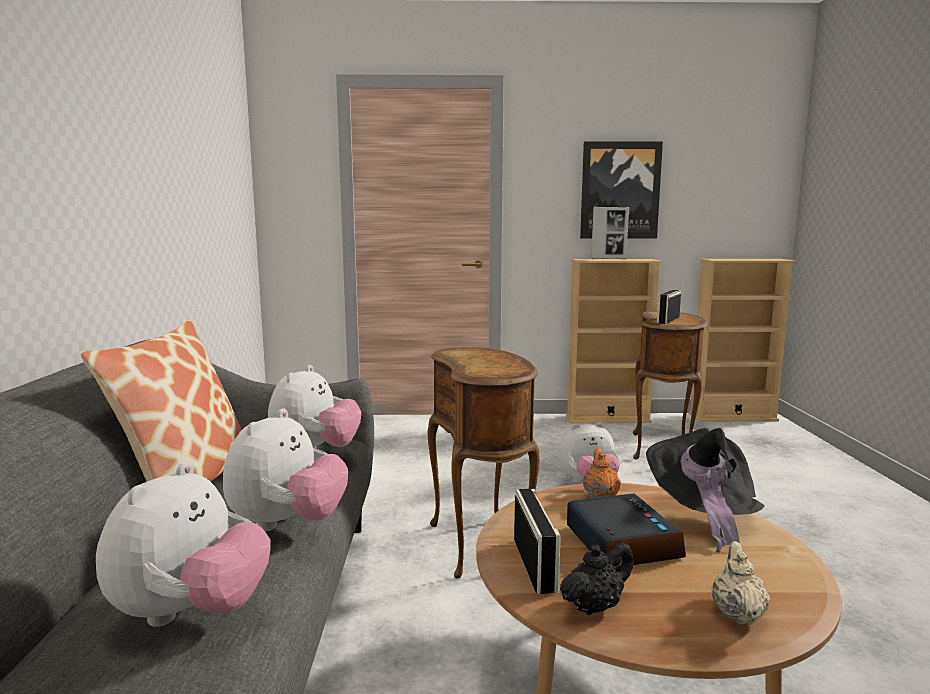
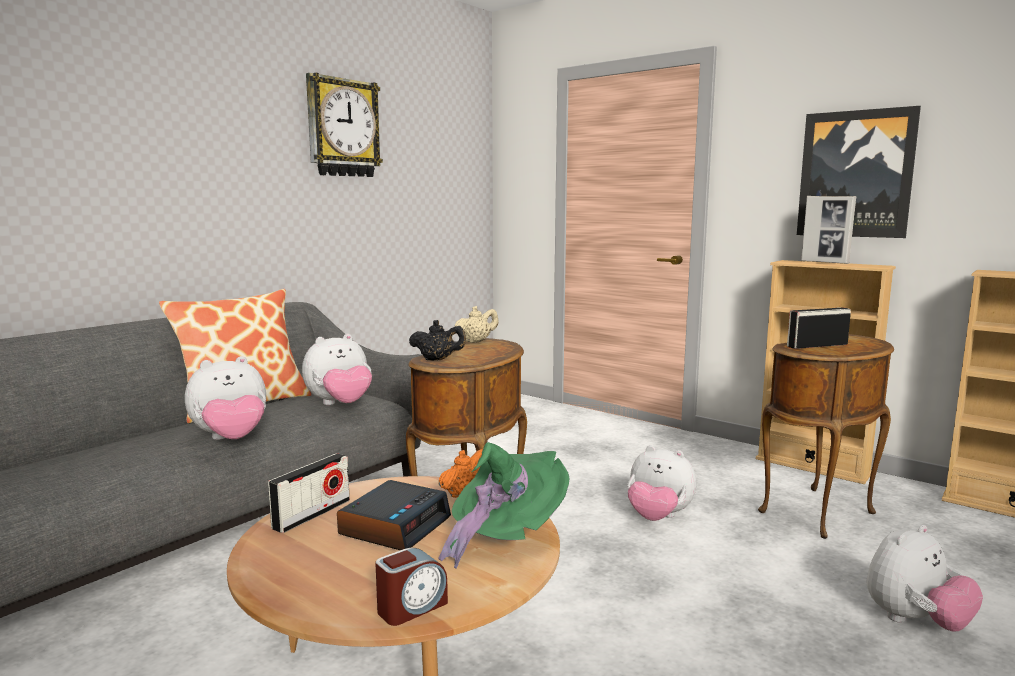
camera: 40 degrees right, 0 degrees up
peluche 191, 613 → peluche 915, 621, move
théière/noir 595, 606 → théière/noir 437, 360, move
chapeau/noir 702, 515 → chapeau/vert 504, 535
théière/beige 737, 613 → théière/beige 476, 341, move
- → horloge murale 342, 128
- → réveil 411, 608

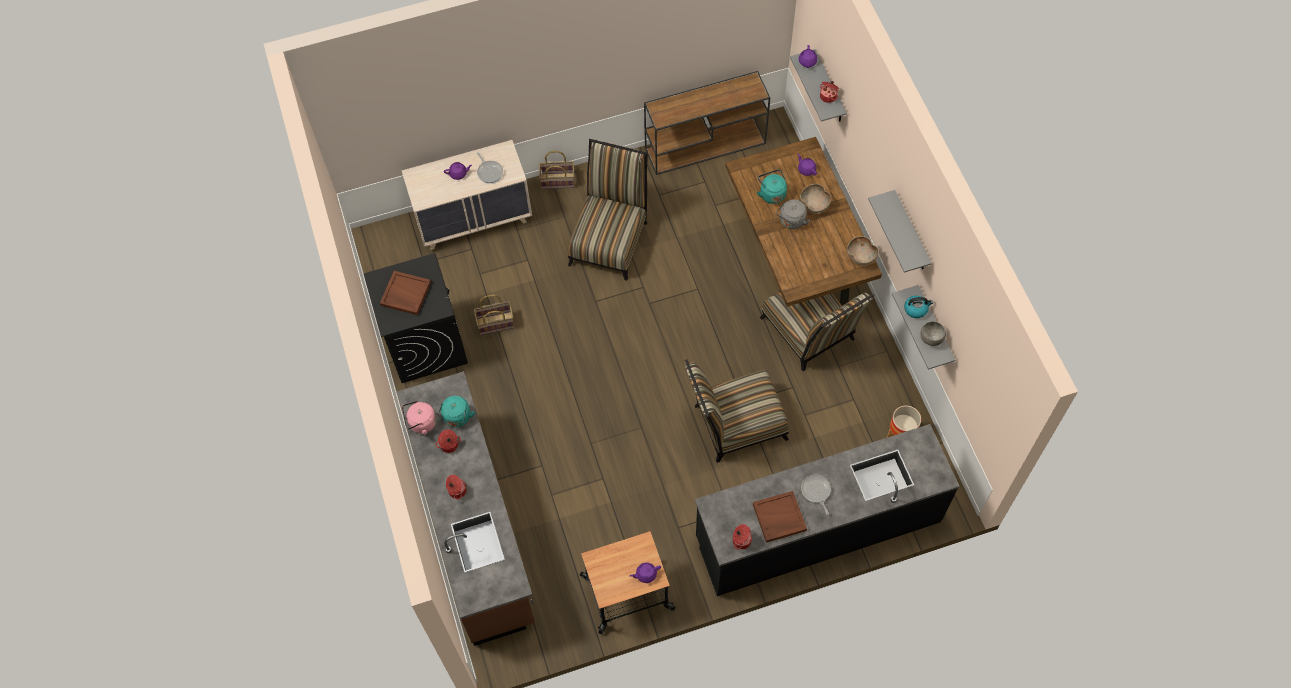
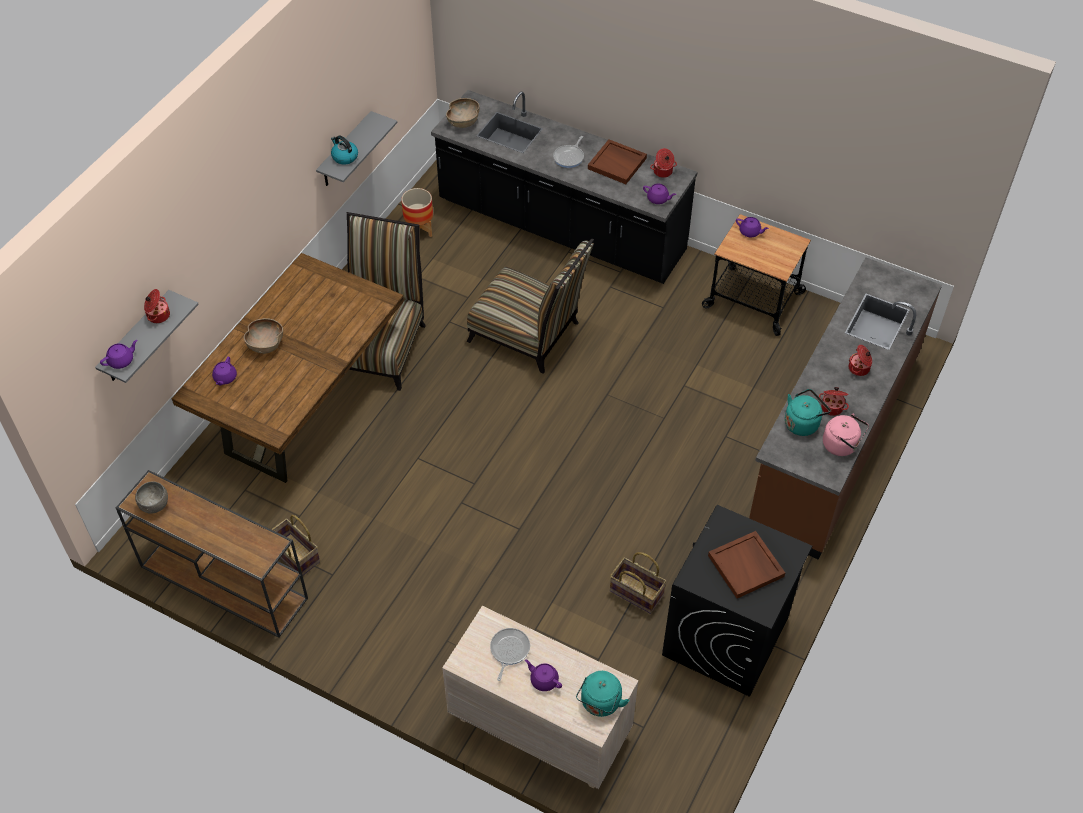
camera: 135 degrees left, 10 degrees down
panier 558, 180 → panier 294, 556, move
chaise 610, 238 → -
bouilloire/turquoise 771, 193 → bouilloire/turquoise 600, 704, move
bouilloire/gris 791, 222 → -
bol/marron 860, 257 → bol/marron 463, 122, move
étagère/gris 911, 233 → -
bol/gris 931, 338 → bol/gris 154, 505, move
- → théière/violet 658, 199

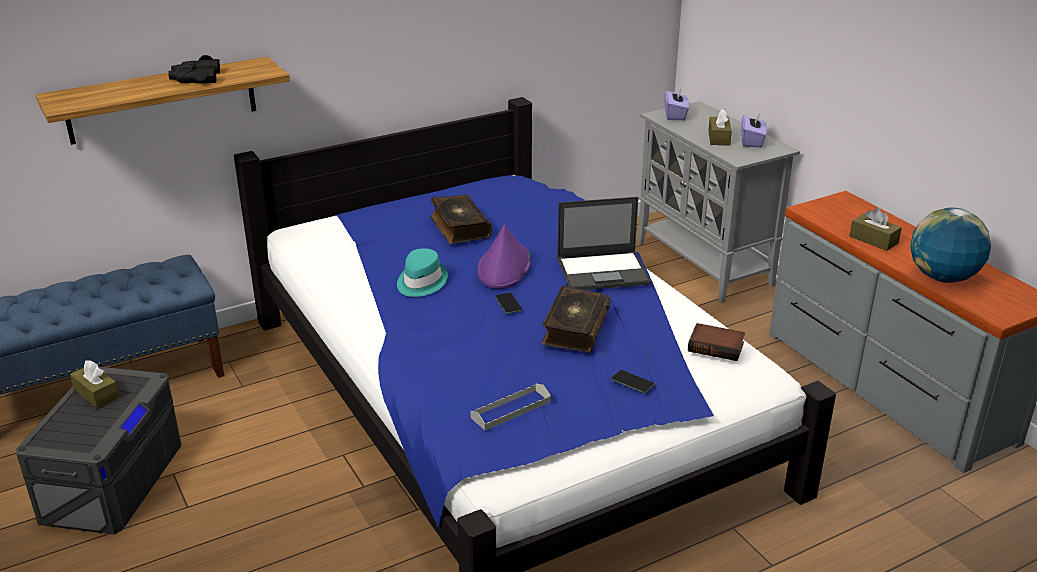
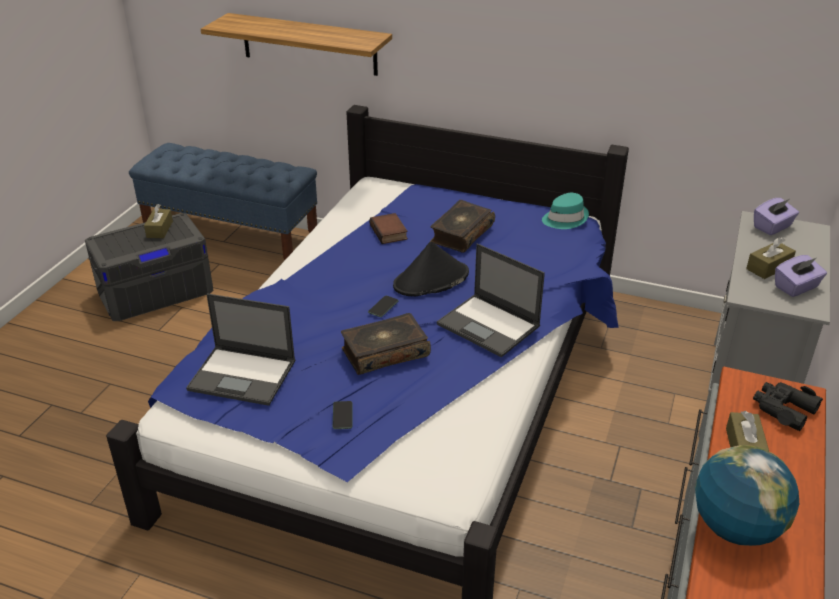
camera: 50 degrees right, 5 degrees up
jumelles/noir 195, 78 → jumelles/noir 783, 409, move
chapeau/turquoise 421, 282 → chapeau/turquoise 564, 219, move
plateau/gris 511, 409 → ordinateur portable 243, 375
chapeau/violet 504, 267 → chapeau/noir 431, 280
livre 717, 346 → livre 390, 232, move

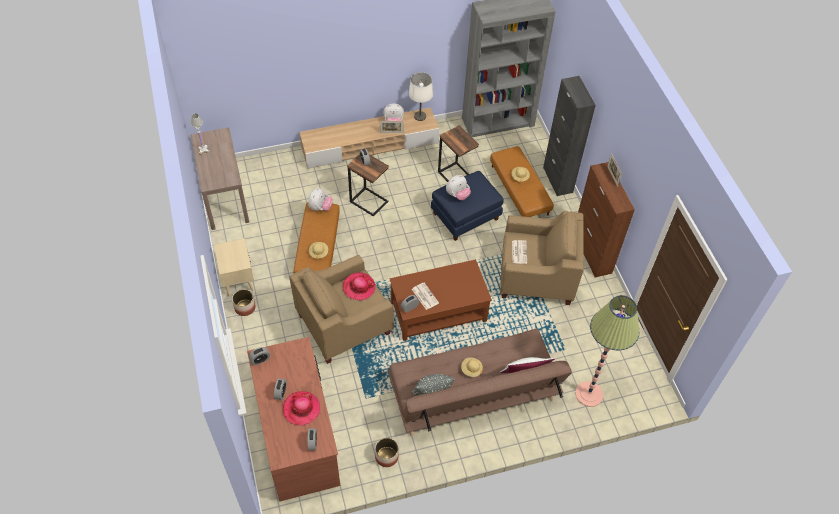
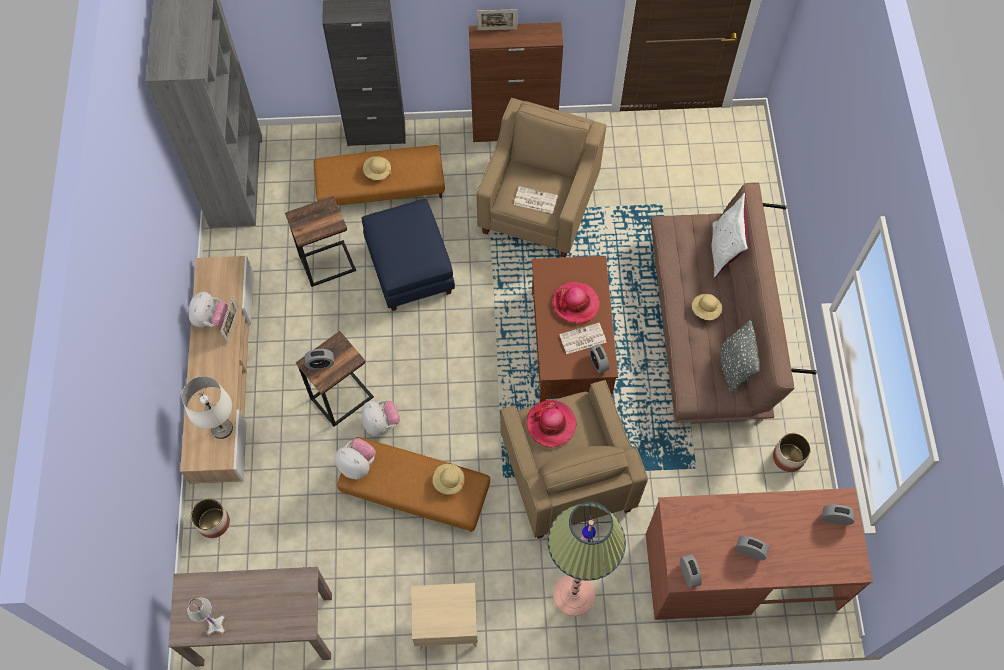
camera: 75 degrees left, 10 degrees up
cache-pot 245, 307 → cache-pot 213, 523, move
chapeau 301, 409 → chapeau 575, 303, move
lampe de table/blanc 420, 116 → lampe de table/blanc 221, 428, move
peluche 457, 195 → peluche 381, 423, move
lampadaire 589, 394 → lampadaire 574, 595, move

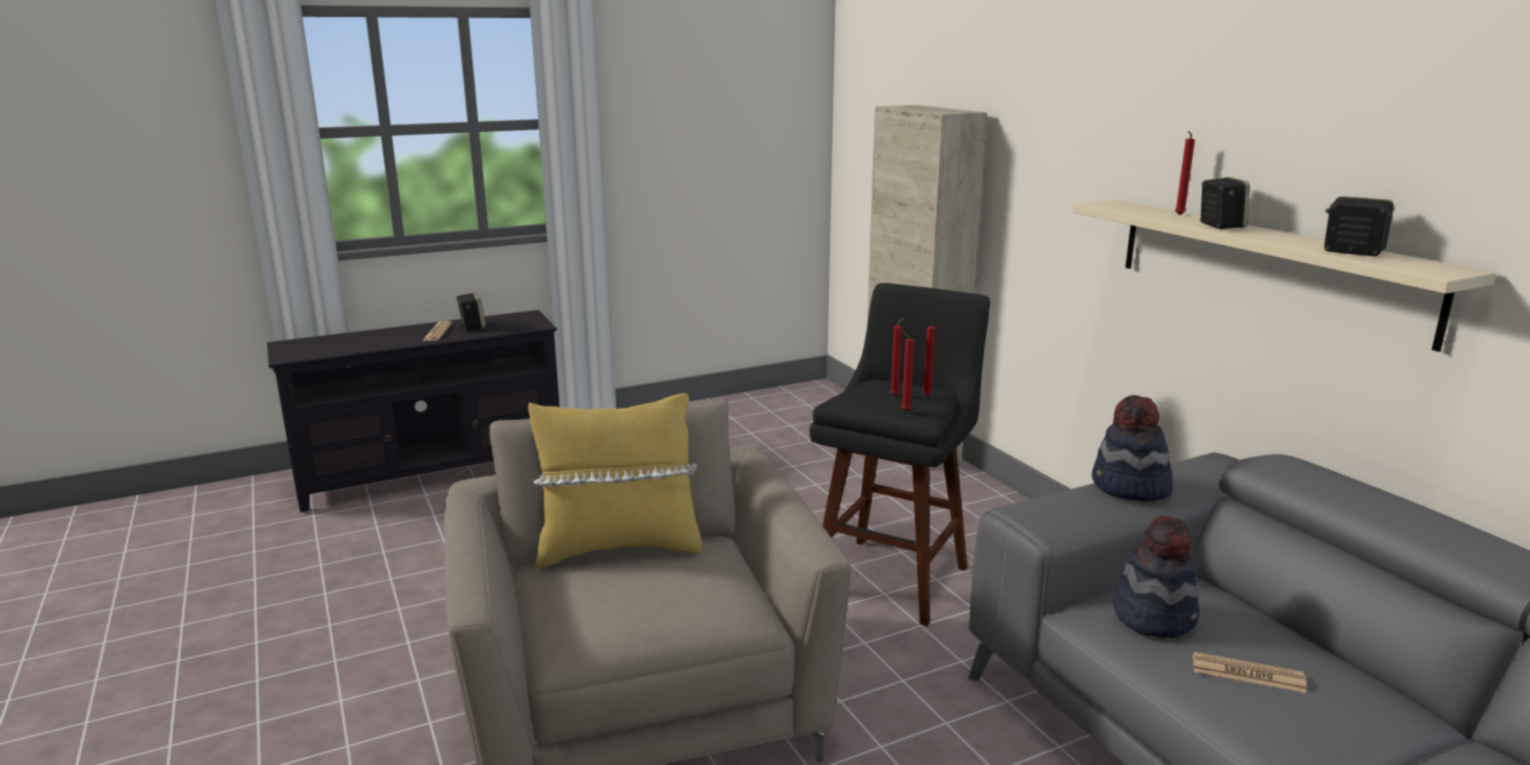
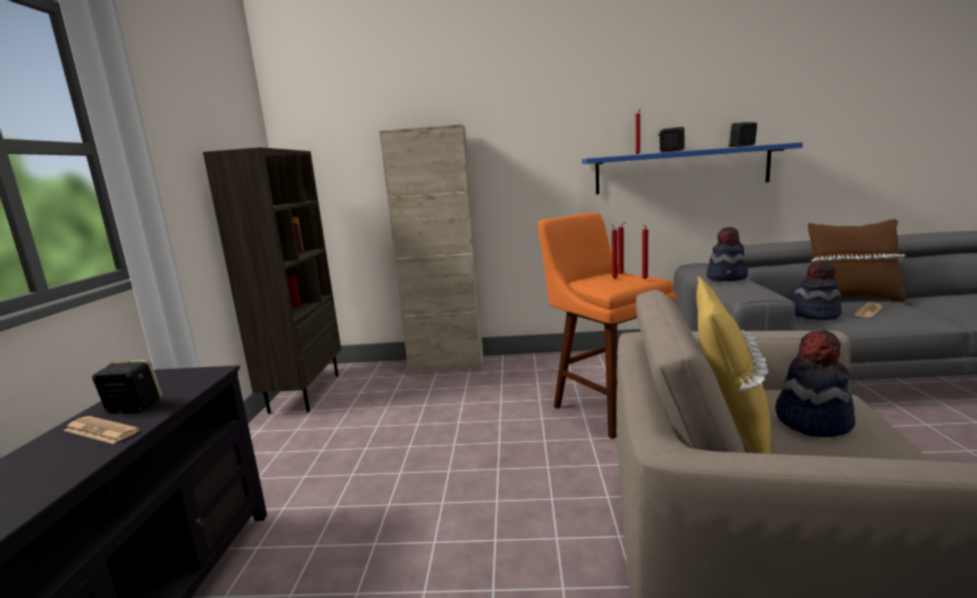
camera: 60 degrees left, 5 degrees down
tabouret/noir 894, 574 → tabouret/orange 605, 406
étagère/beige 1266, 266 → étagère/bleu 681, 170
- → bibliothèque/marron 304, 393
- → chapeau 812, 420
- → coussin/marron 850, 299

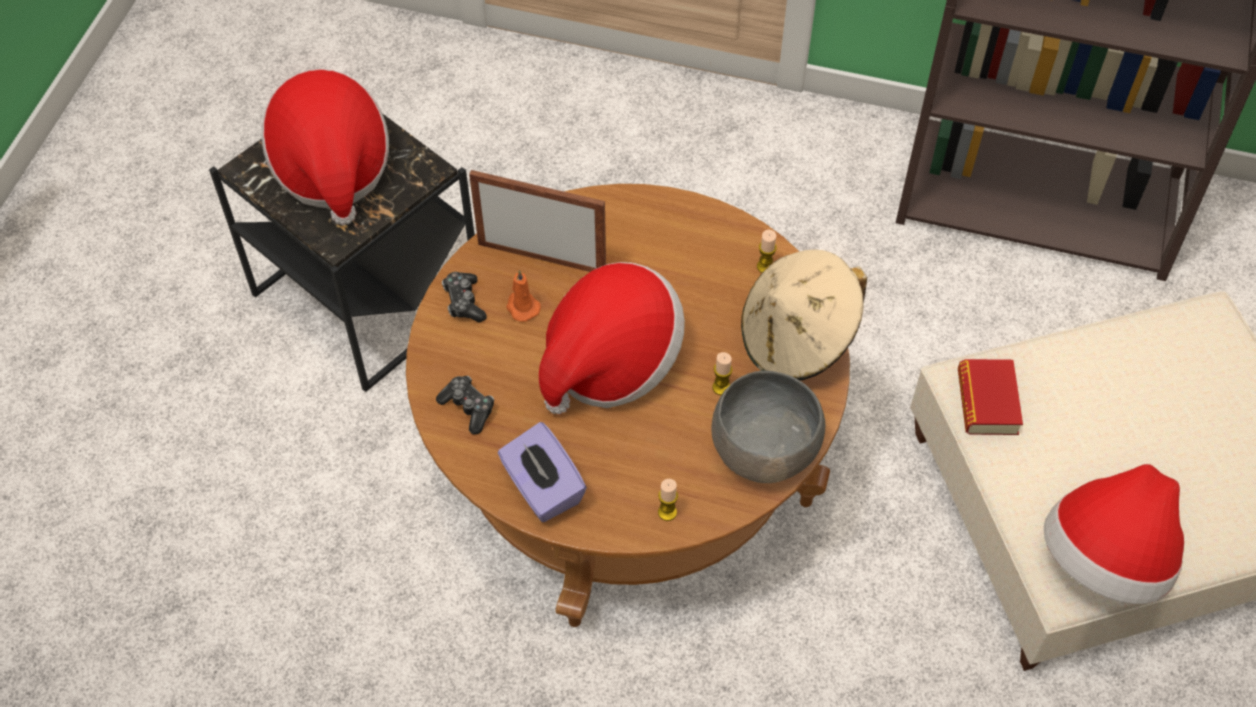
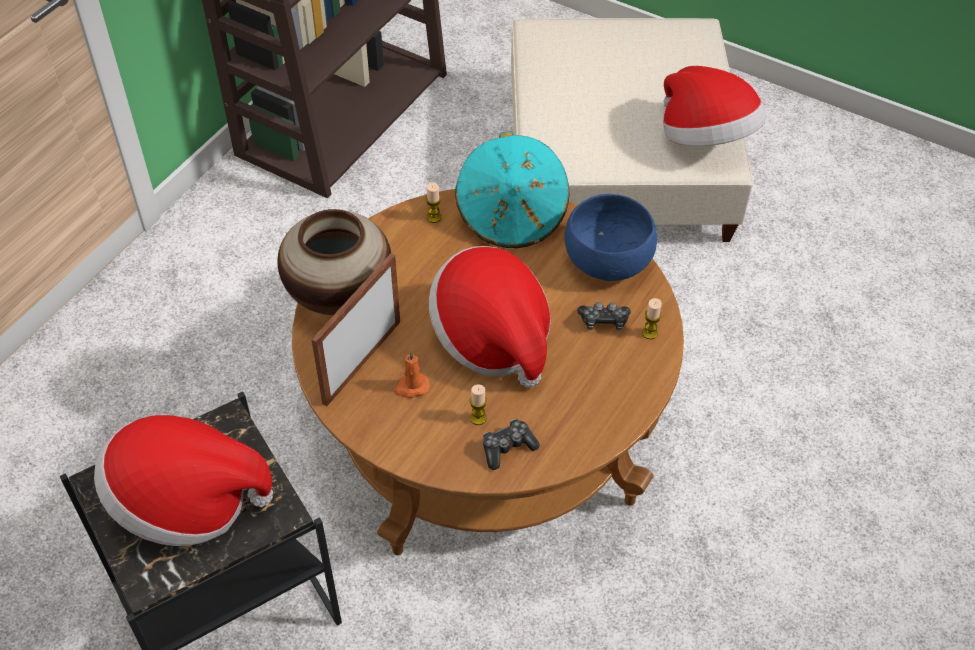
camera: 75 degrees left, 5 degrees down
manette 464, 302 → manette 604, 321, move
boîte à mouchoirs/violet 542, 488 → -
bougie 721, 387 → bougie 478, 418, move
bol/gris 764, 449 → bol/bleu 608, 261
chapeau/beige 797, 339 → chapeau/turquoise 512, 216
livre 987, 402 → -
- → vase 339, 295

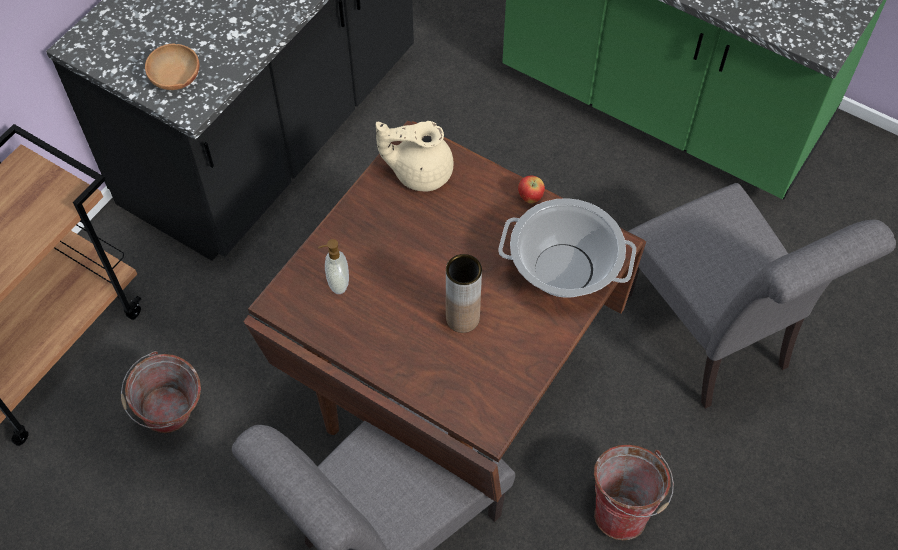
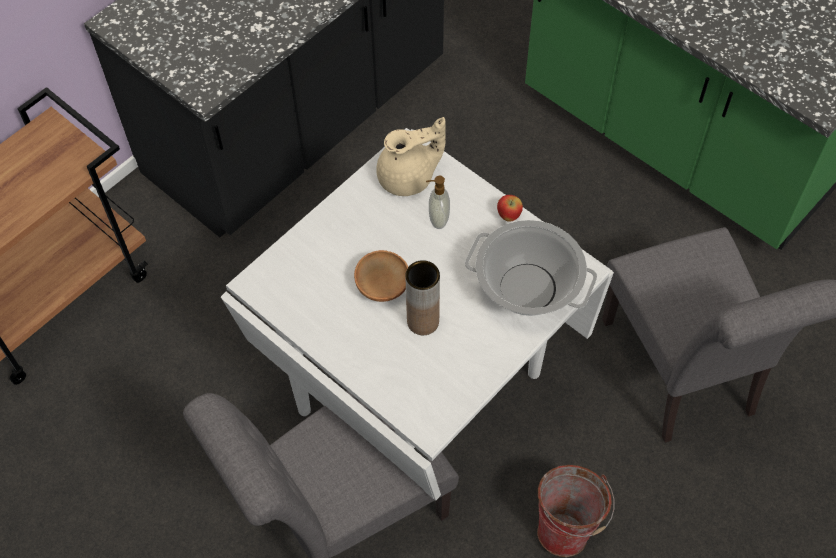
camera: 10 degrees right, 0 degrees up
seau 174, 420 → -
bol/marron 175, 80 → bol/marron 382, 287, move
table à manger/marron 447, 391 → table à manger/blanc 418, 390
distributeur de savon 337, 283 → distributeur de savon 438, 219, move
théière/beige 420, 171 → théière/beige 408, 178, 150 degrees clockwise

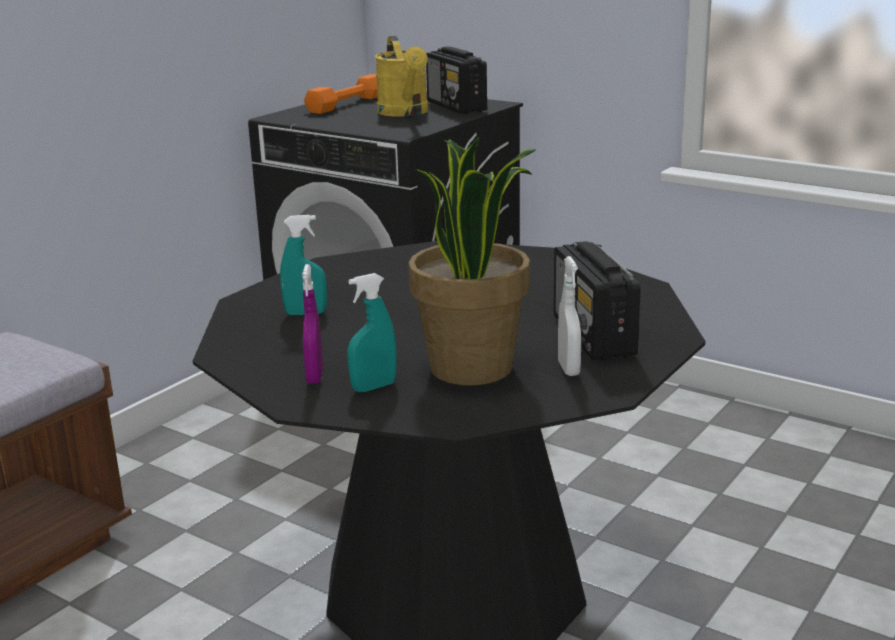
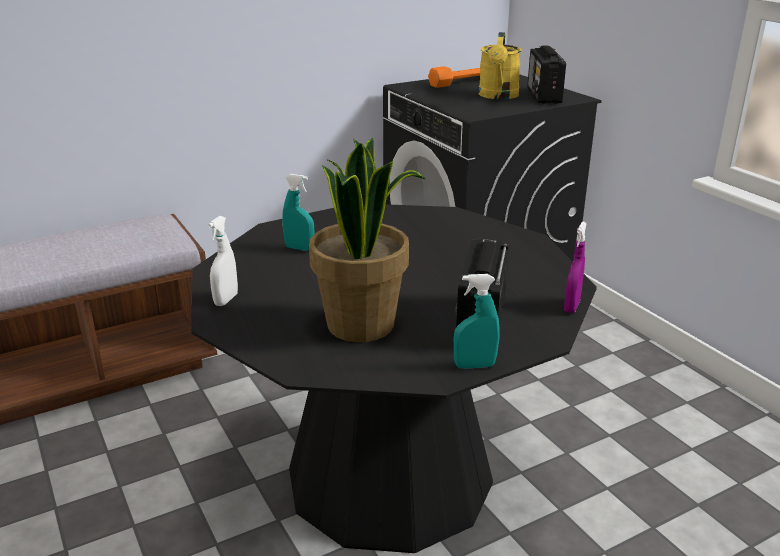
camera: 25 degrees right, 5 degrees up
vaporisateur/violet 315, 377 → vaporisateur/violet 571, 306, move
vaporisateur/turquoise 374, 387 → vaporisateur/turquoise 474, 365, move
vaporisateur/blanc 568, 369 → vaporisateur/blanc 226, 300, move

